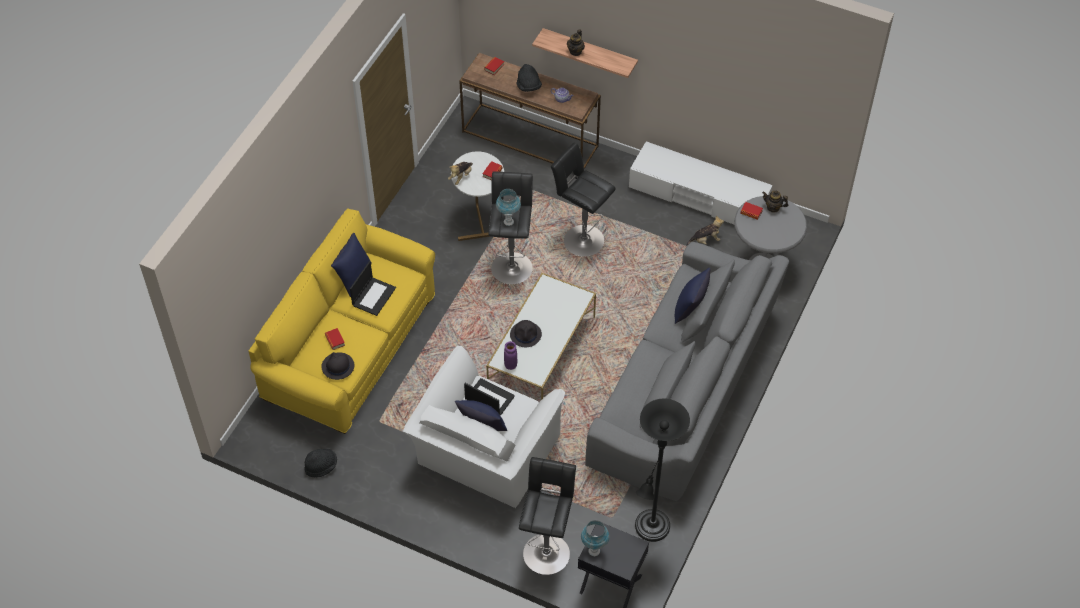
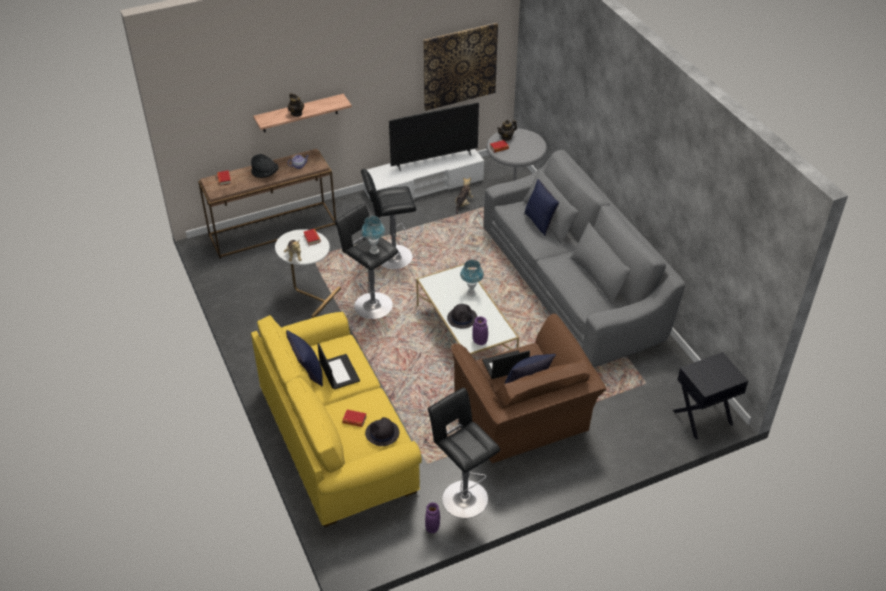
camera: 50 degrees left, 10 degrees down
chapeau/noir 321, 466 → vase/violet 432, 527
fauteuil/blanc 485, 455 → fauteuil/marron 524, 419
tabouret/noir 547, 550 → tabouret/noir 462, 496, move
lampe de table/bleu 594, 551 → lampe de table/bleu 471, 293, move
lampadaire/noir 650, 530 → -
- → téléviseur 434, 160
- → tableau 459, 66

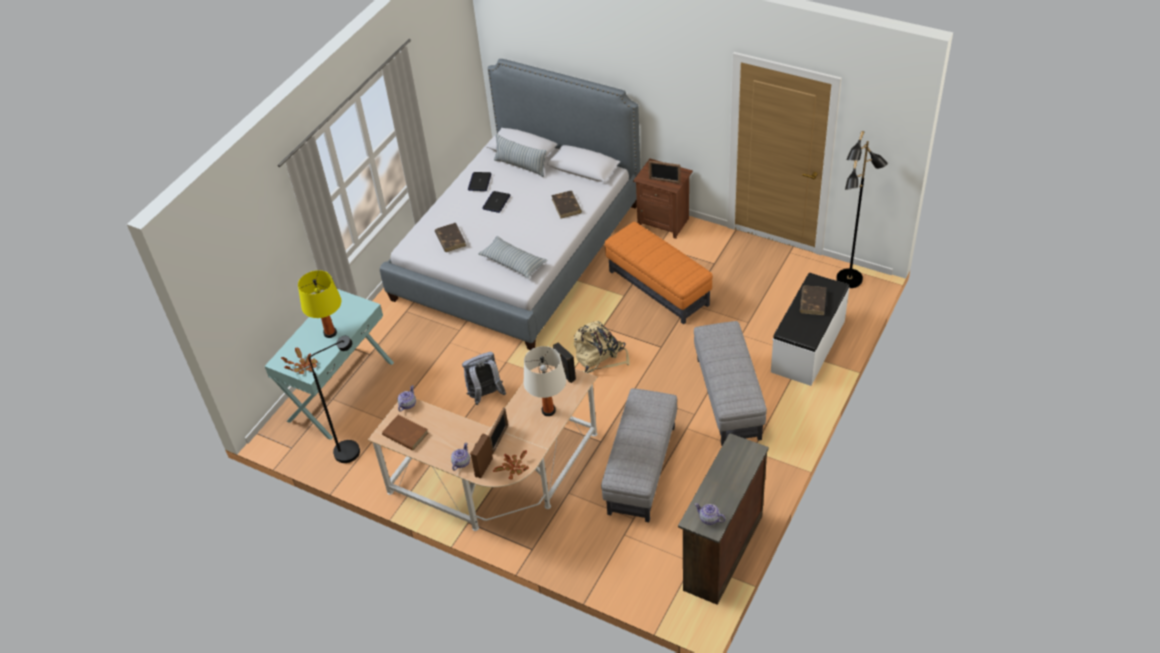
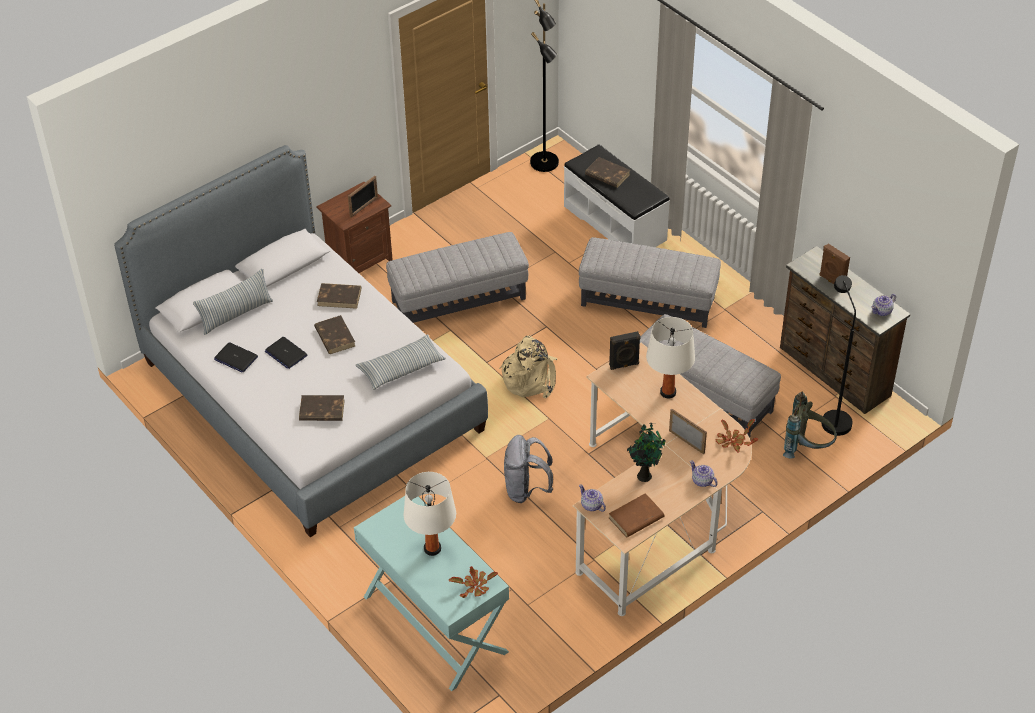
camera: 70 degrees left, 0 degrees up
lampe de table/jaune 330, 333 → lampe de table/blanc 432, 548
lampadaire/noir 353, 448 → lampadaire/noir 833, 417, move
enceinte/marron 483, 467 → enceinte/marron 831, 281, move
pouf/orange 658, 288 → pouf/gris 458, 299
- → livre/marron 334, 336
- → plante en pot 644, 475
- → sac à dos/gris 807, 448

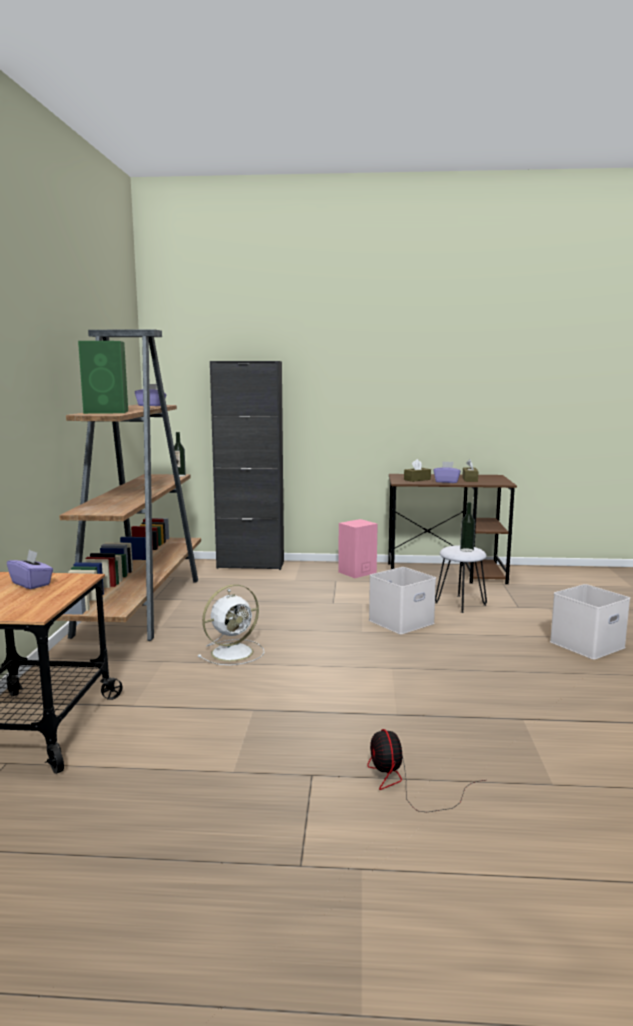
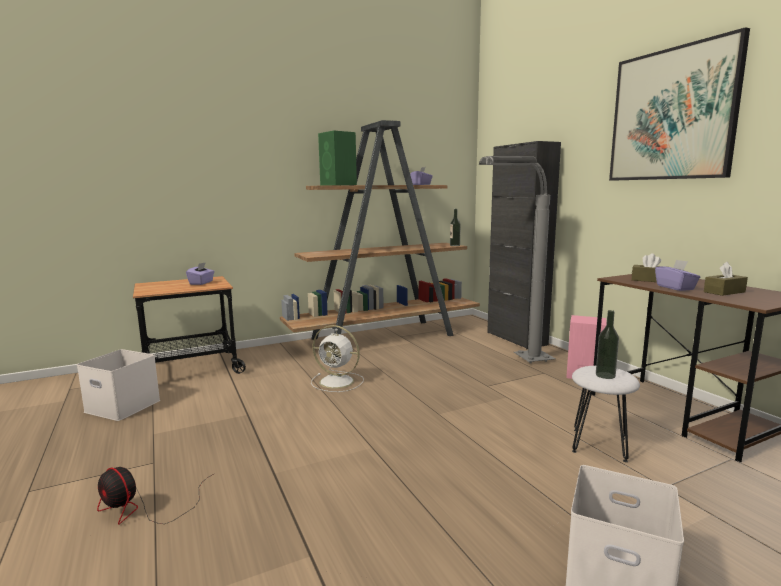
camera: 60 degrees right, 0 degrees up
ventilateur 406, 785 → ventilateur 143, 508, 105 degrees counterclockwise
boîte de rangement/blanc 401, 621 → boîte de rangement/blanc 124, 406, move
- → lampadaire/gris 515, 361
- → tableau 672, 115

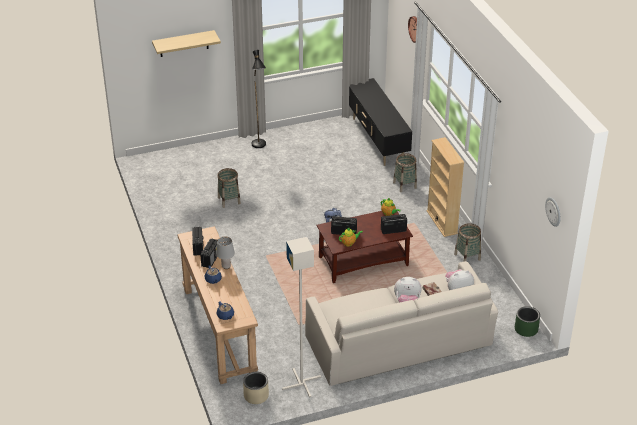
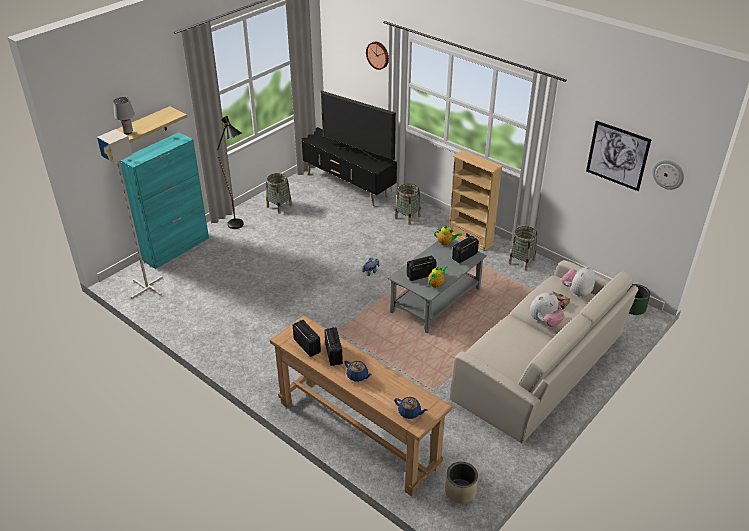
camera: 30 degrees left, 0 degrees up
lampe de table/gris 226, 266 → lampe de table/gris 128, 132, move
panier 229, 200 → panier 279, 206, move
lampadaire/gris 302, 383 → lampadaire/gris 147, 287, move
table basse/marron 362, 261 → table basse/gris 435, 301
- → meuble de rangement/turquoise 176, 249
- → téléviseur 358, 154
- → tableau 617, 155

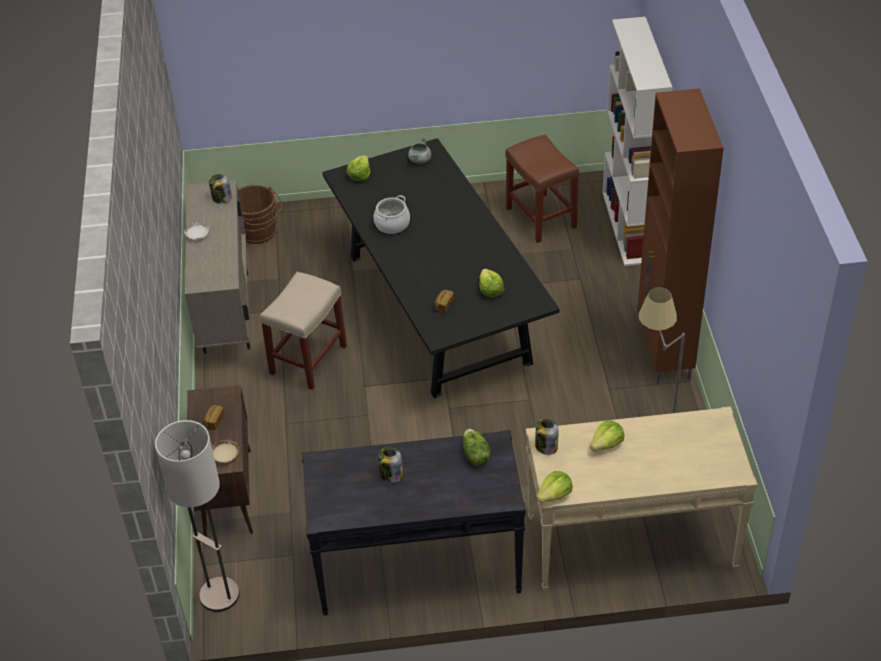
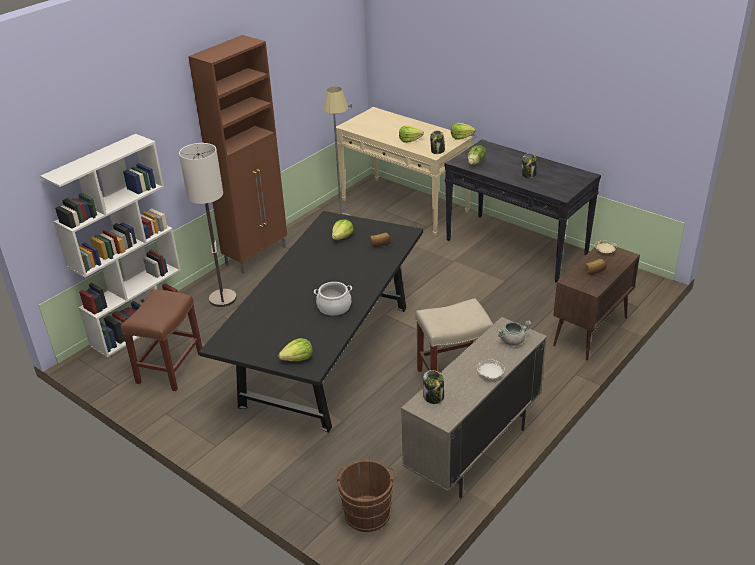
camera: 135 degrees left, 10 degrees down
lampadaire 220, 595 → lampadaire 222, 298, move
marmite/gris 420, 160 → marmite/gris 512, 341, move

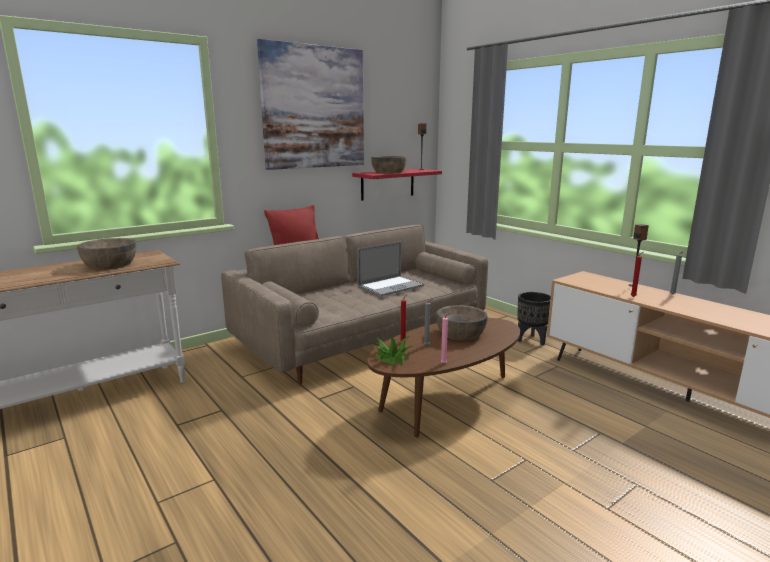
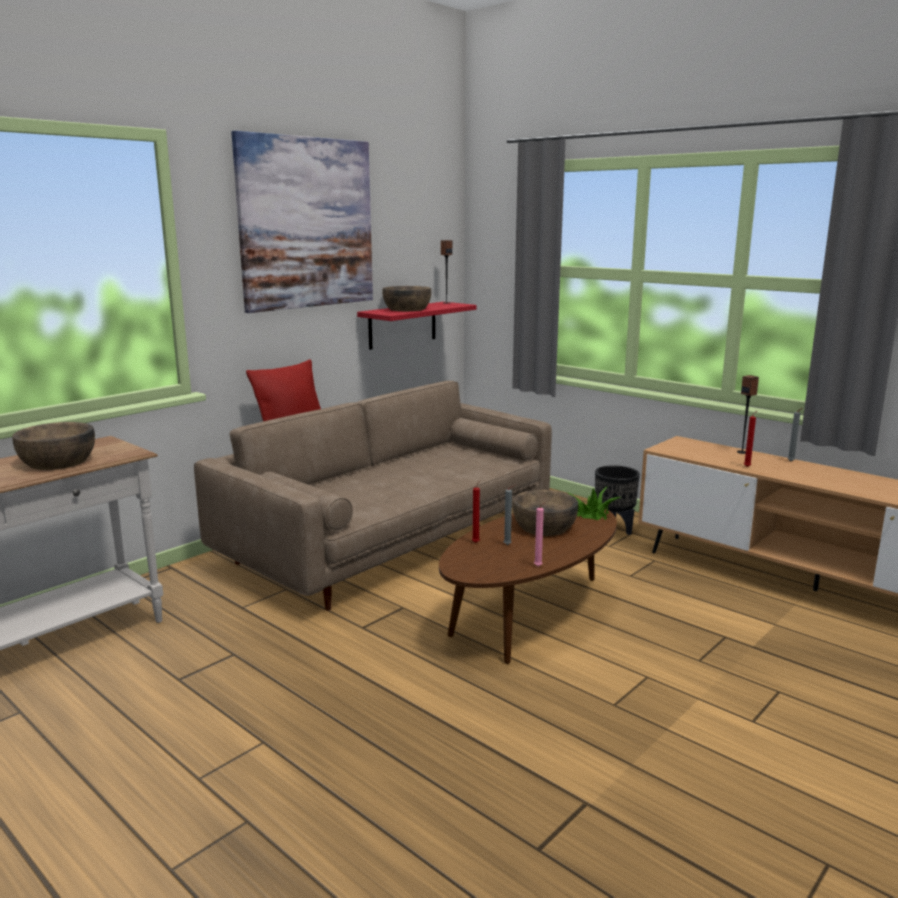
camera: 10 degrees left, 0 degrees up
ordinateur portable 390, 286 → -
plante en pot 393, 358 → plante en pot 591, 514, move

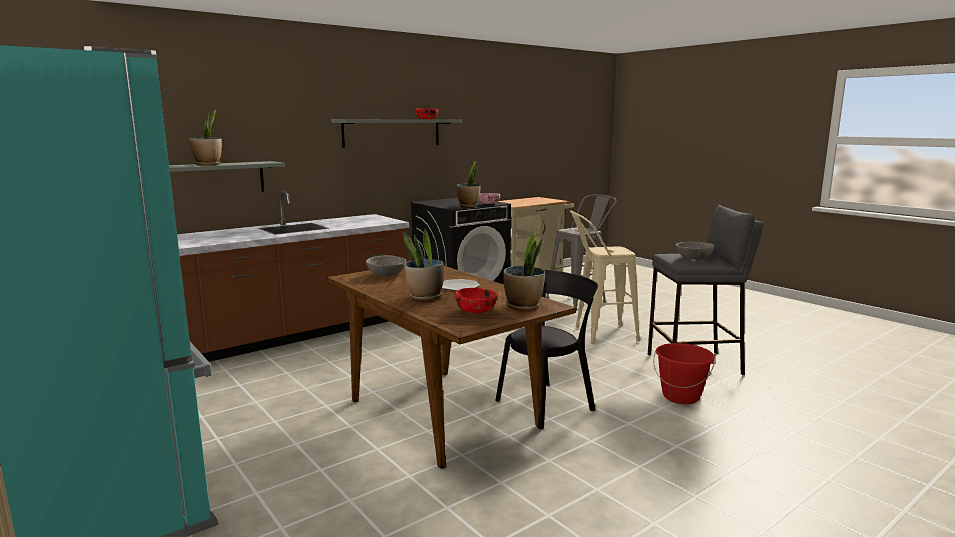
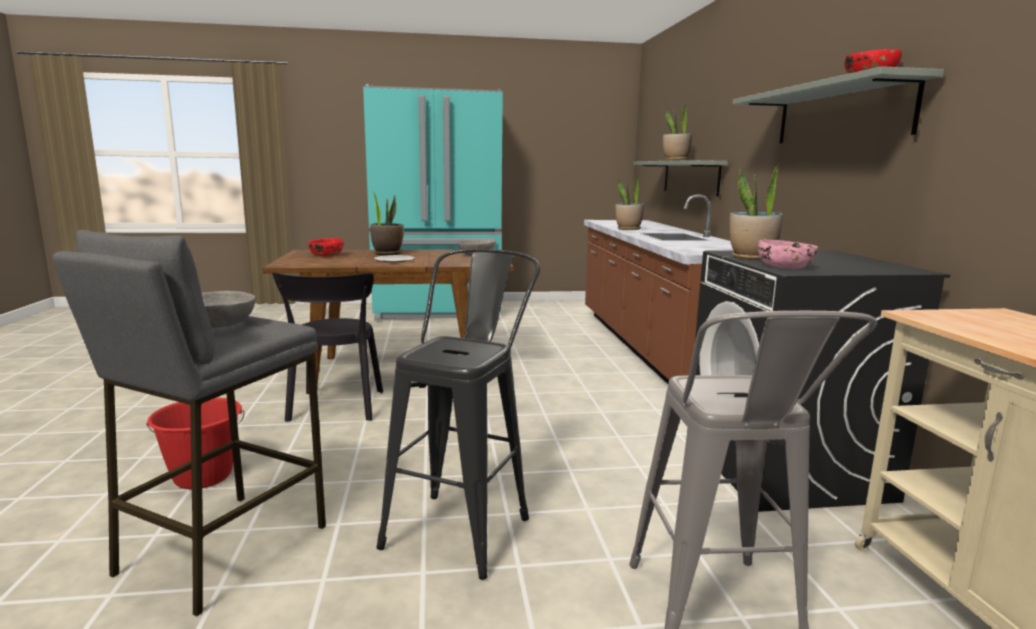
camera: 120 degrees right, 0 degrees up
plante en pot 523, 306 → plante en pot 628, 229, move
tabouret/beige 599, 334 → tabouret/noir 464, 525

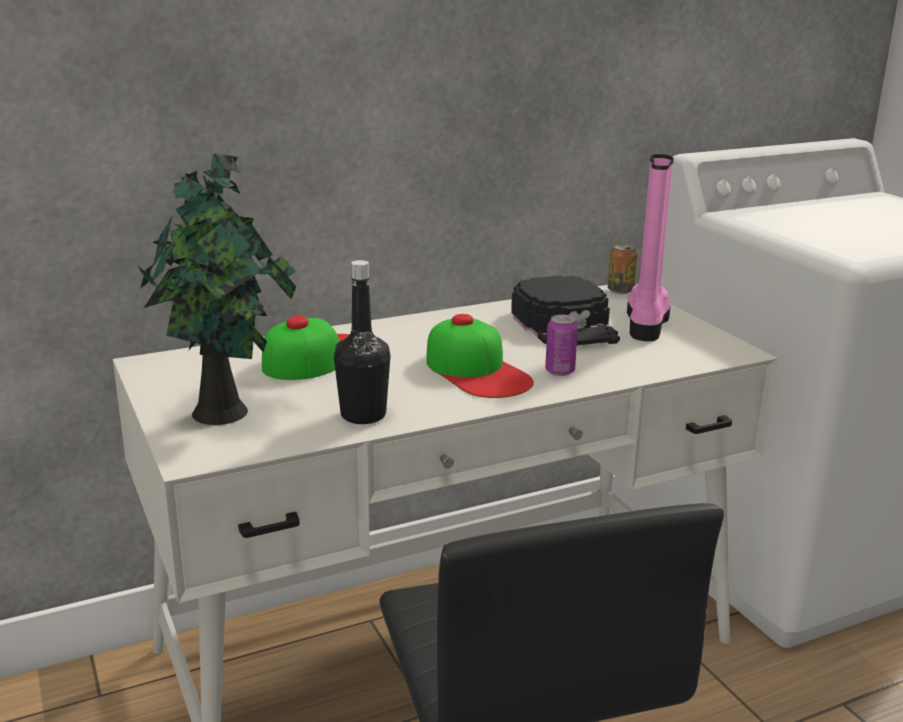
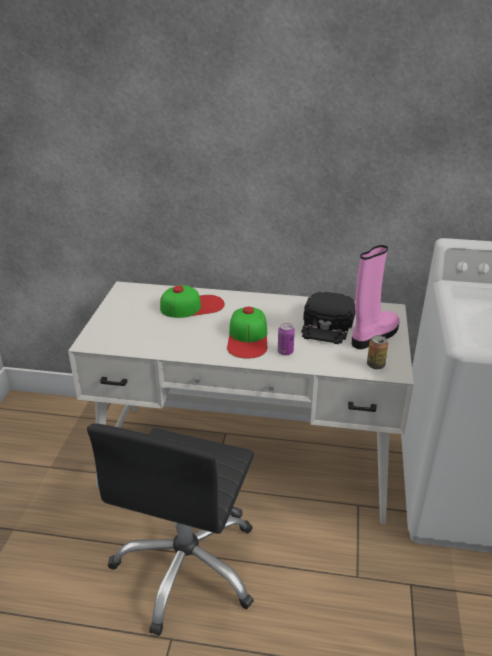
camera: 35 degrees right, 10 degrees up
plante en pot 225, 413 → -
bouteille/noir 363, 415 → -
boîte métallique 620, 291 → boîte métallique 375, 365, move

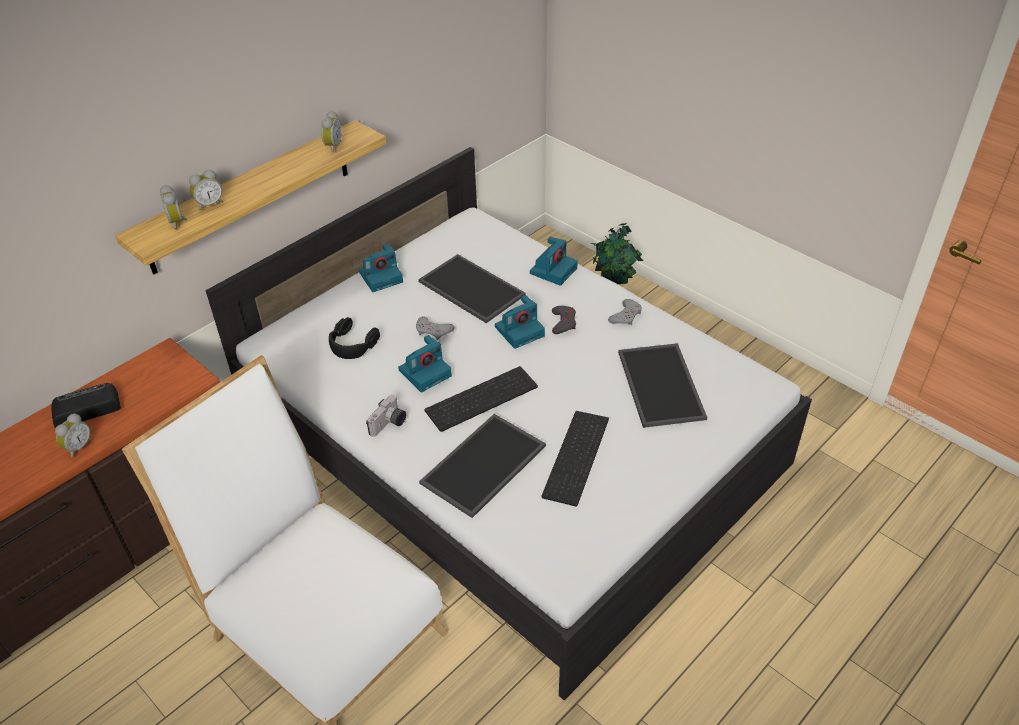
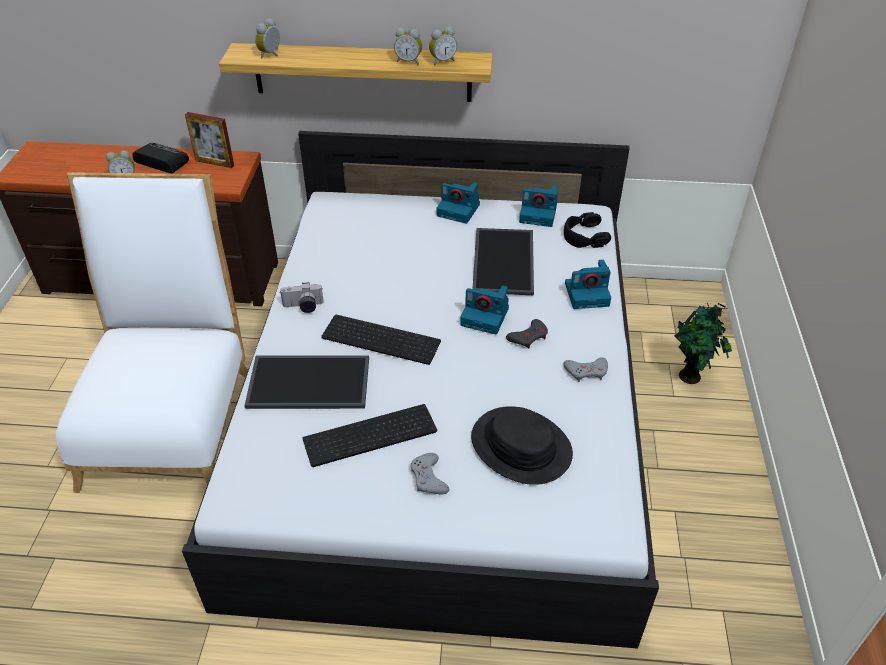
camera: 50 degrees right, 0 degrees up
réveil 209, 204 → réveil 409, 61, move
casque audio/noir 352, 344 → casque audio/noir 584, 236, move
appareil photo 425, 372 → appareil photo 539, 214, move
manette/gris 433, 331 → manette/gris 428, 478, move
plateau 663, 385 → chapeau/noir 520, 446
- → cadre photo 214, 163

